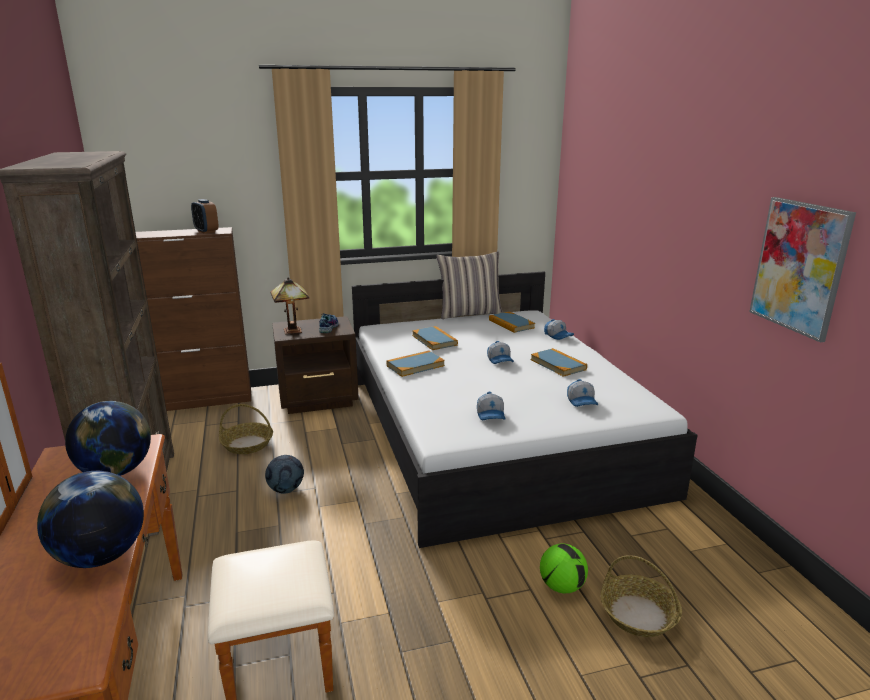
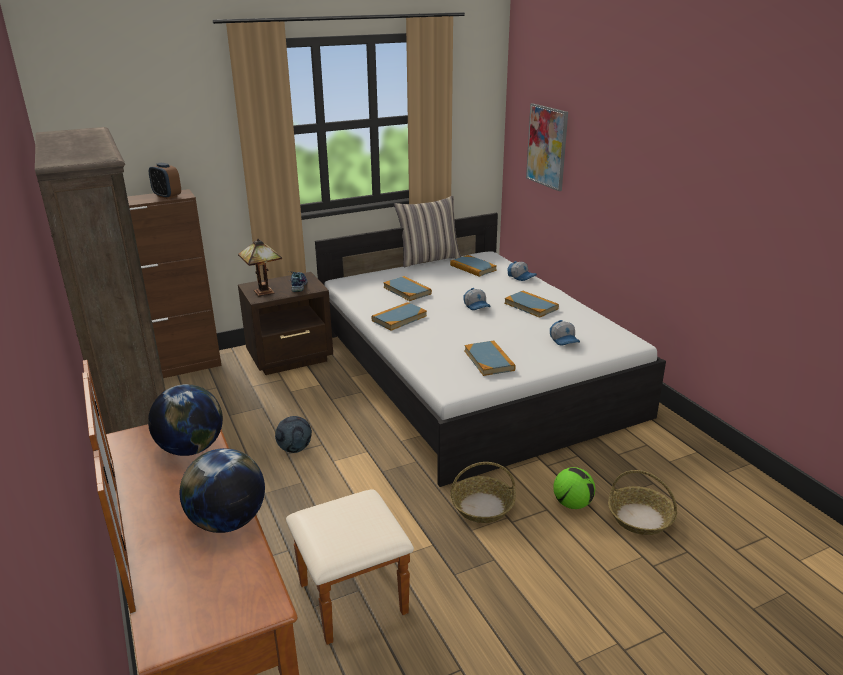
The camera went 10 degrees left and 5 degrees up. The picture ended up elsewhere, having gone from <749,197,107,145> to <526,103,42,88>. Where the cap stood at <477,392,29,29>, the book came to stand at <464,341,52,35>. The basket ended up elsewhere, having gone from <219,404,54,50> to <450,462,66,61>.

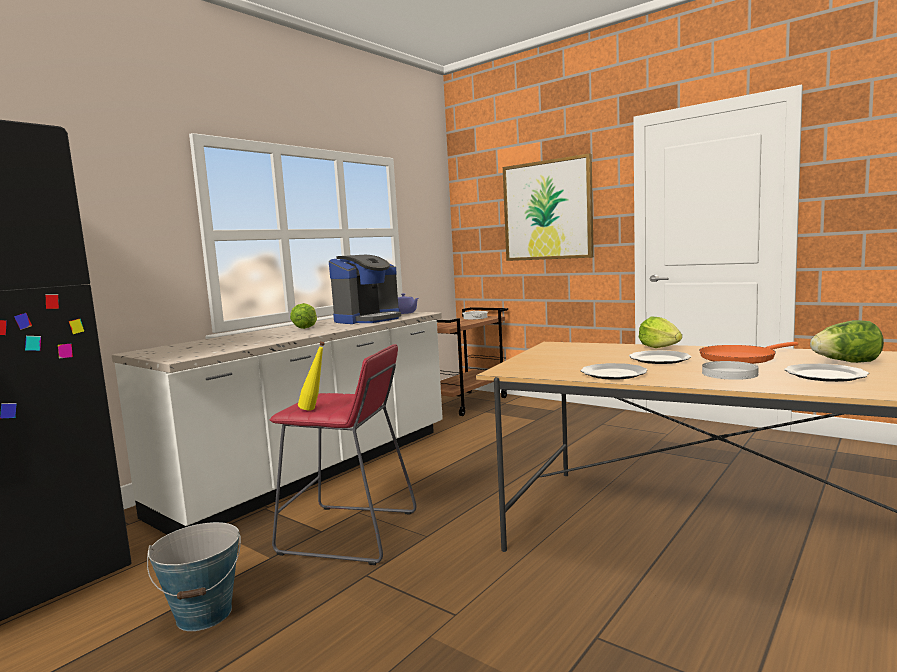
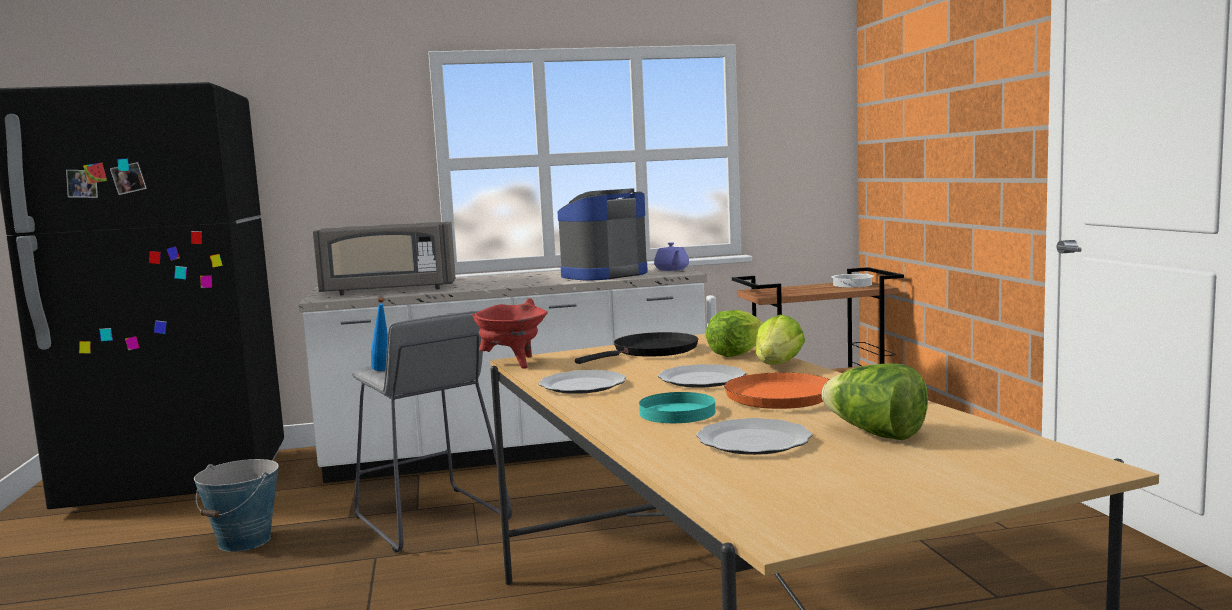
The camera went 40 degrees right and 0 degrees up. The second view lost the picture at <503,153,91,108>. The coffee machine at <329,255,72,69> ended up facing another way, 150 degrees clockwise from before. The lettuce ended up elsewhere, having gone from <290,303,27,26> to <705,310,57,47>. What was the yellow bottle at <298,341,27,69> turned into the blue bottle at <371,298,17,73>. What was the red stool at <270,344,146,221> turned into the grey stool at <352,310,160,242>. What was the white plate at <702,361,57,19> turned into the turquoise plate at <639,392,76,31>. The second view gained the grey microwave at <313,221,143,74>. The second view gained the red cooking pot at <472,298,76,71>. The second view gained the black frying pan at <575,332,123,32>.

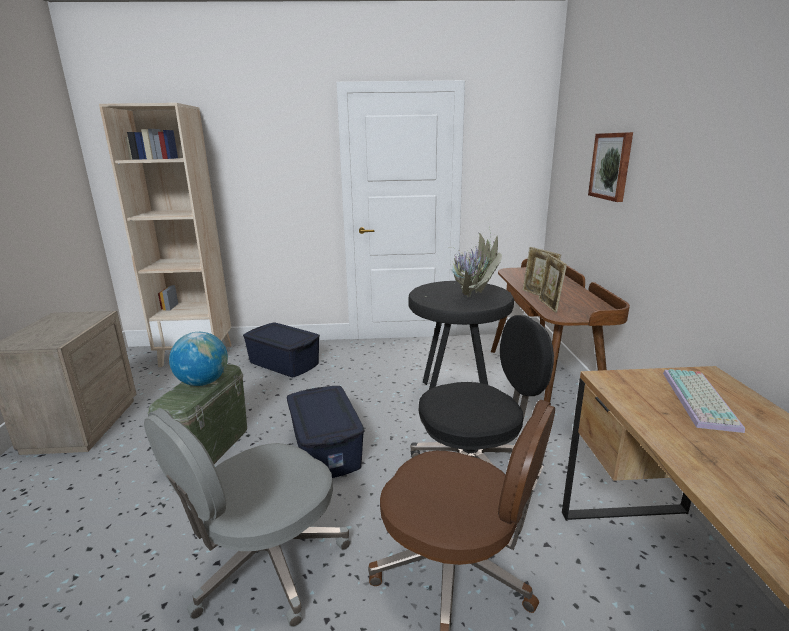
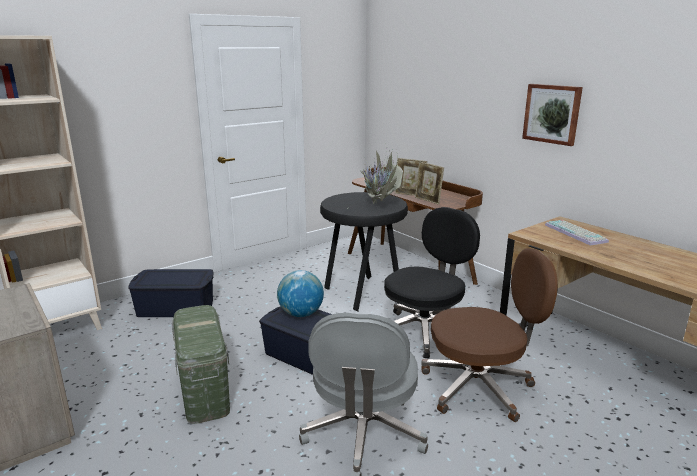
The camera went 35 degrees left and 0 degrees up. The picture ended up elsewhere, having gone from <588,132,45,70> to <522,84,61,62>. The globe ended up elsewhere, having gone from <169,332,59,54> to <277,270,47,47>.

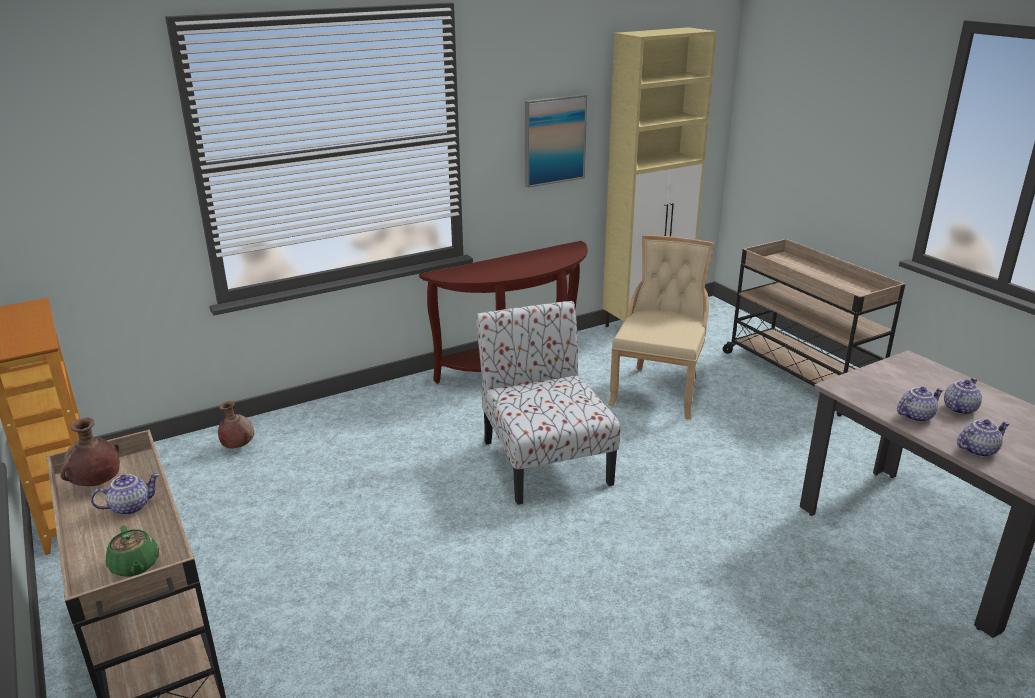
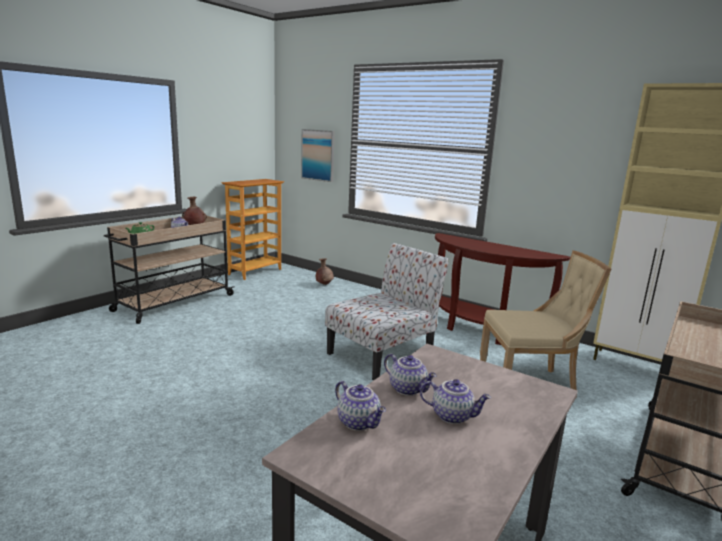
The camera went 65 degrees right and 10 degrees down. The picture ended up elsewhere, having gone from <525,94,62,94> to <301,129,34,53>.

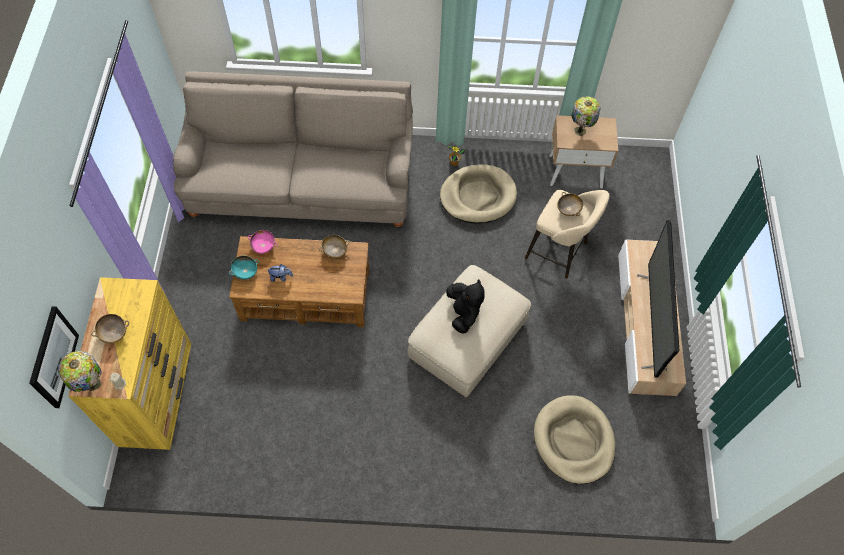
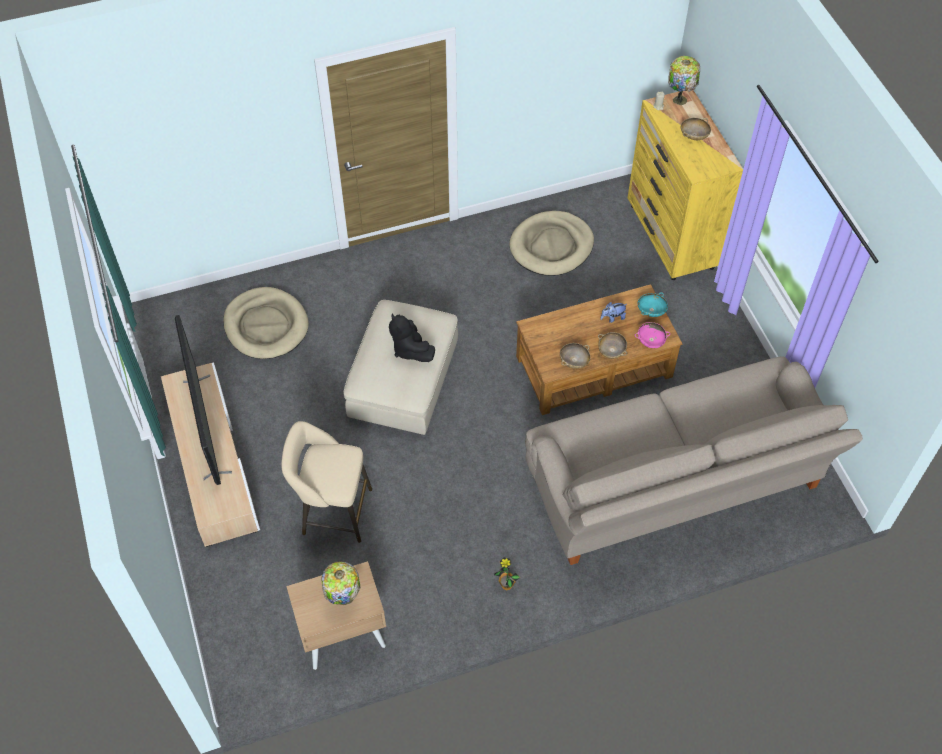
The camera went 160 degrees right and 5 degrees down. The beige dog bed ended up elsewhere, having gone from <440,165,77,59> to <509,211,85,65>. The beige bowl ended up elsewhere, having gone from <558,192,25,24> to <598,332,29,27>. The second view lost the picture at <29,306,50,102>.

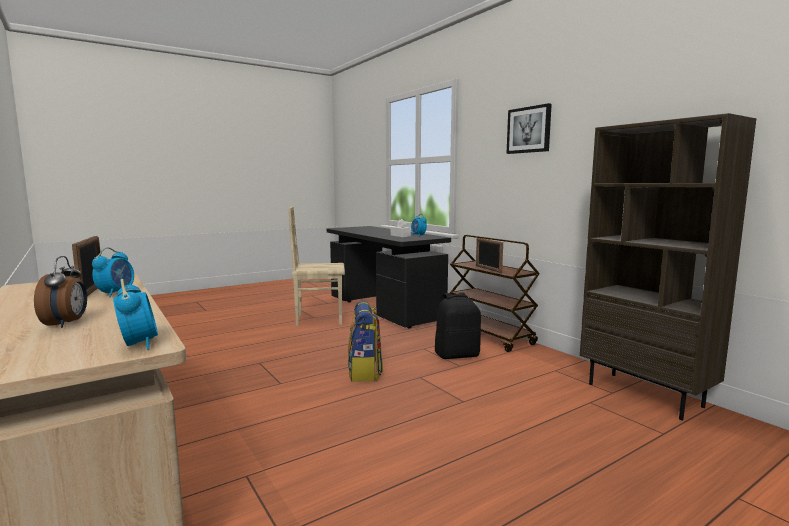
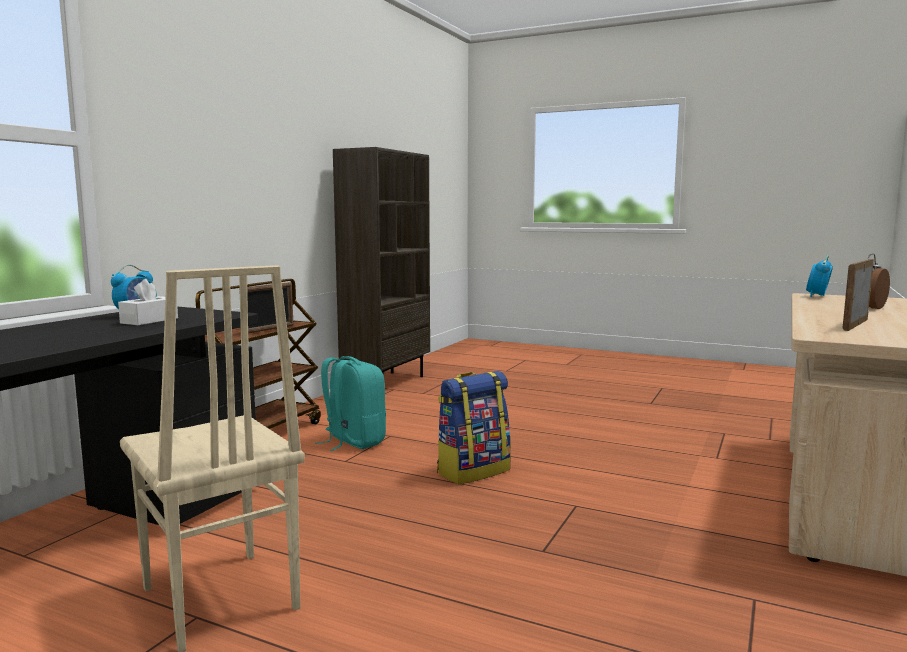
The camera went 120 degrees left and 0 degrees up. The second view lost the picture at <506,103,46,51>. The second view lost the alarm clock at <92,247,42,50>. What was the black backpack at <435,292,46,67> turned into the turquoise backpack at <315,356,71,95>.

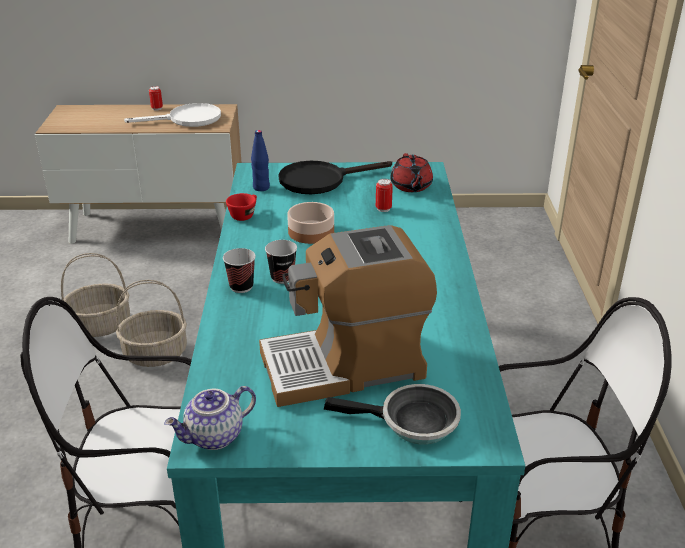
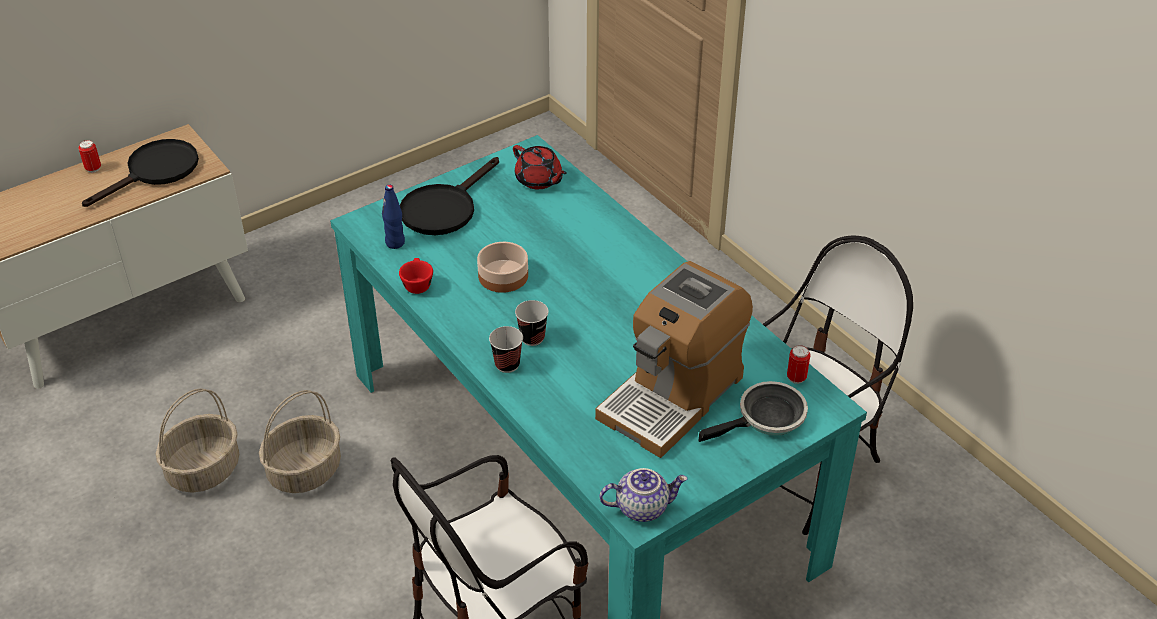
The camera went 35 degrees left and 10 degrees up. What was the white frying pan at <124,103,97,24> turned into the black frying pan at <82,139,117,68>. The can ended up elsewhere, having gone from <376,179,17,33> to <787,345,24,39>. The teapot at <164,386,92,64> ended up facing another way, 120 degrees counterclockwise from before.

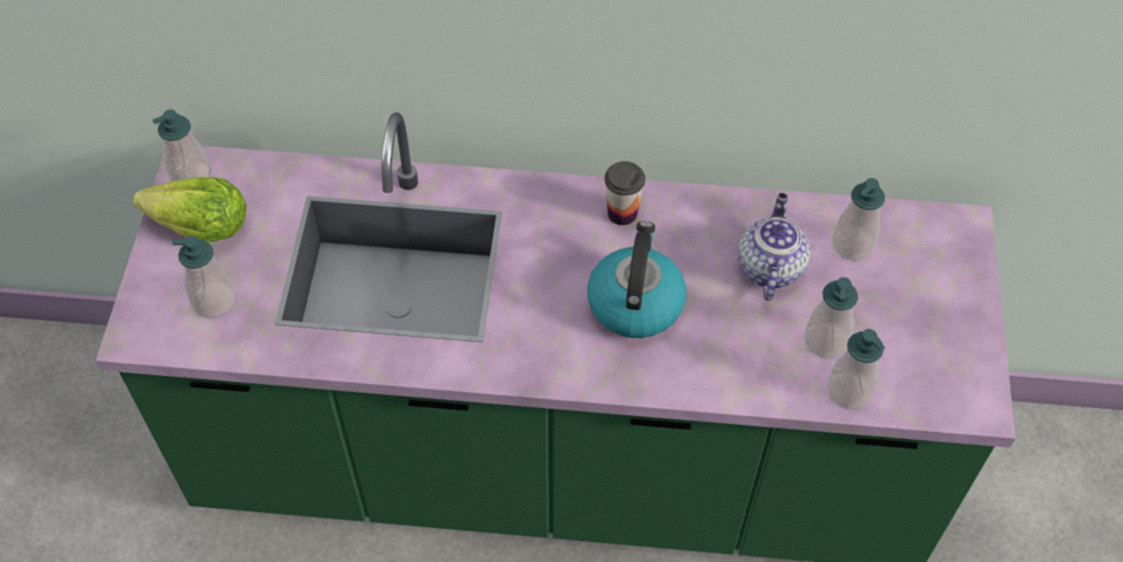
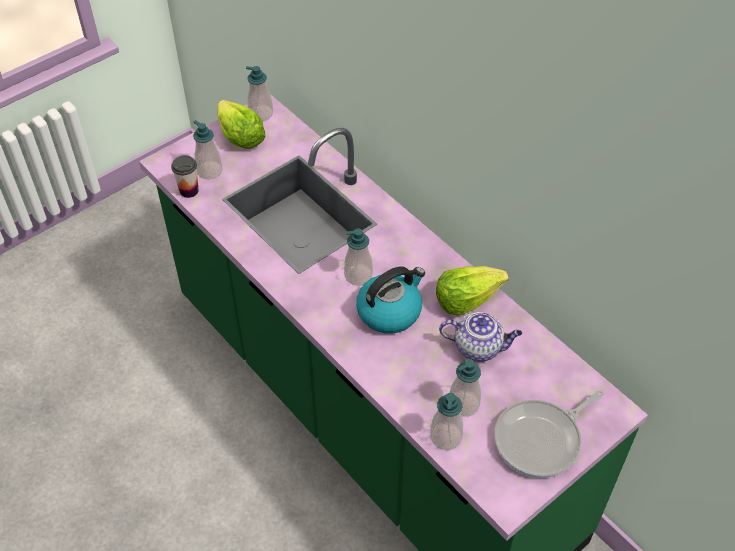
The camera went 45 degrees right and 5 degrees down. The cup ended up elsewhere, having gone from <605,161,40,64> to <171,155,27,43>. The soap dispenser ended up elsewhere, having gone from <833,178,52,83> to <344,228,29,58>. The teapot at <738,193,72,108> ended up facing another way, 45 degrees clockwise from before. The second view gained the lettuce at <436,266,73,50>. The second view gained the frying pan at <494,390,110,88>.

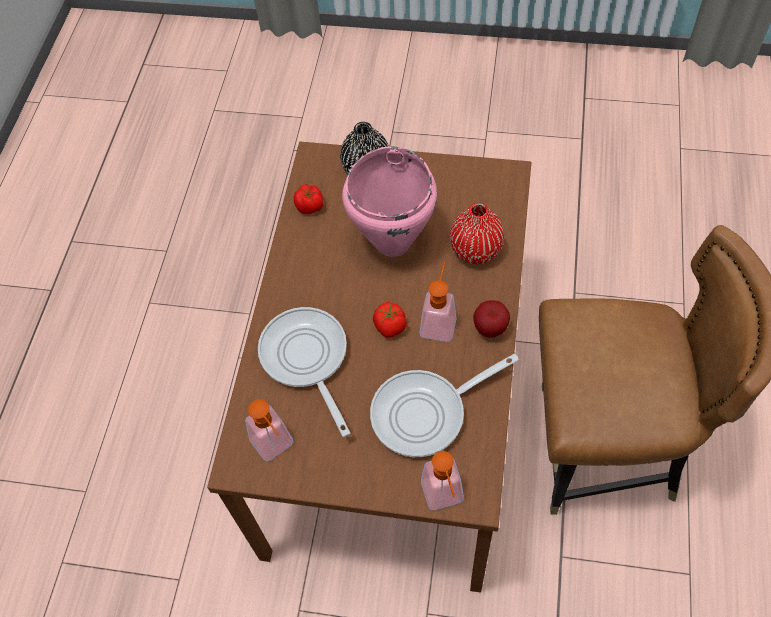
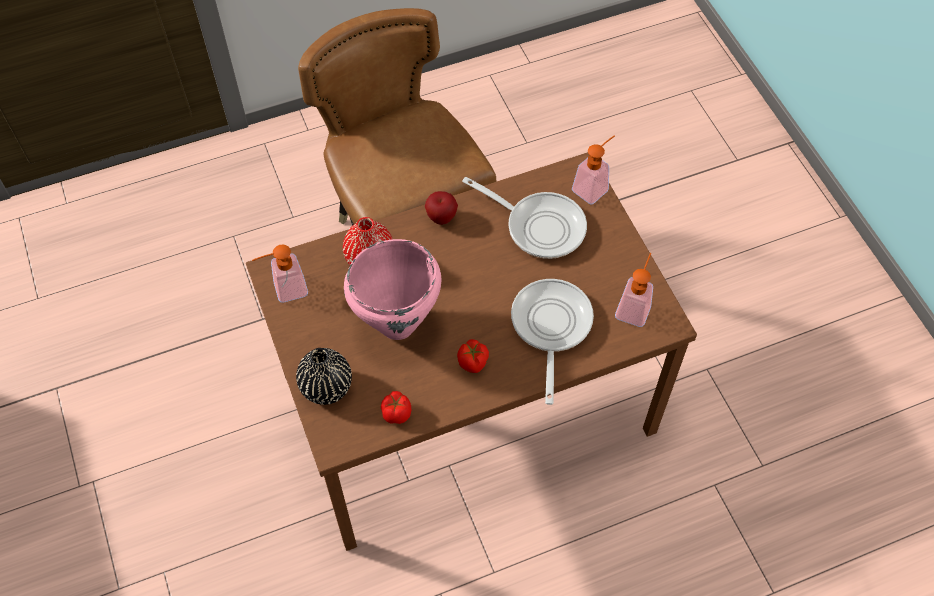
The camera went 125 degrees left and 0 degrees up. The soap dispenser ended up elsewhere, having gone from <420,262,37,80> to <252,245,56,58>. The tomato ended up elsewhere, having gone from <373,302,34,36> to <457,339,32,34>. The frying pan at <258,307,92,130> ended up facing another way, 150 degrees clockwise from before.

